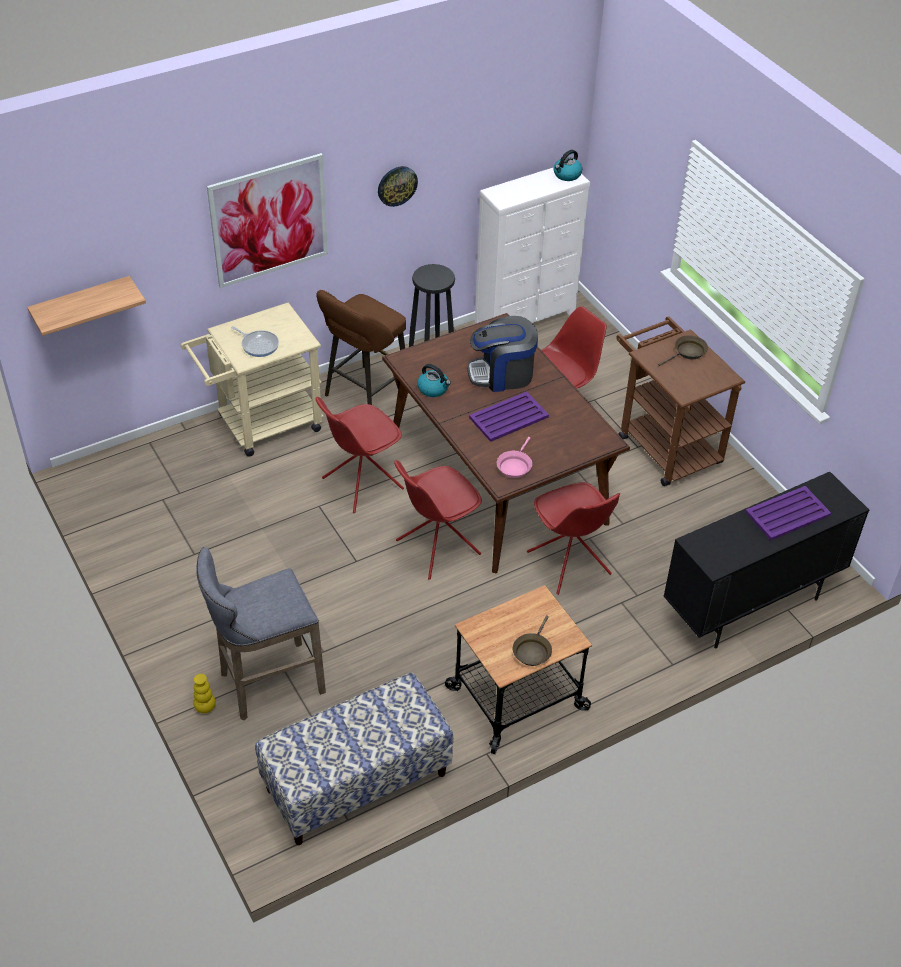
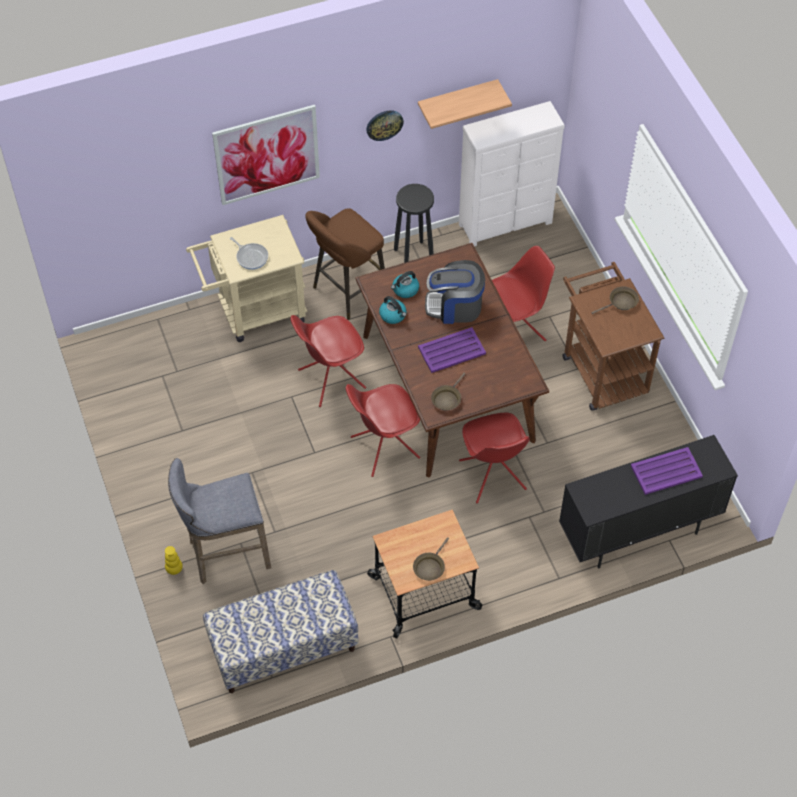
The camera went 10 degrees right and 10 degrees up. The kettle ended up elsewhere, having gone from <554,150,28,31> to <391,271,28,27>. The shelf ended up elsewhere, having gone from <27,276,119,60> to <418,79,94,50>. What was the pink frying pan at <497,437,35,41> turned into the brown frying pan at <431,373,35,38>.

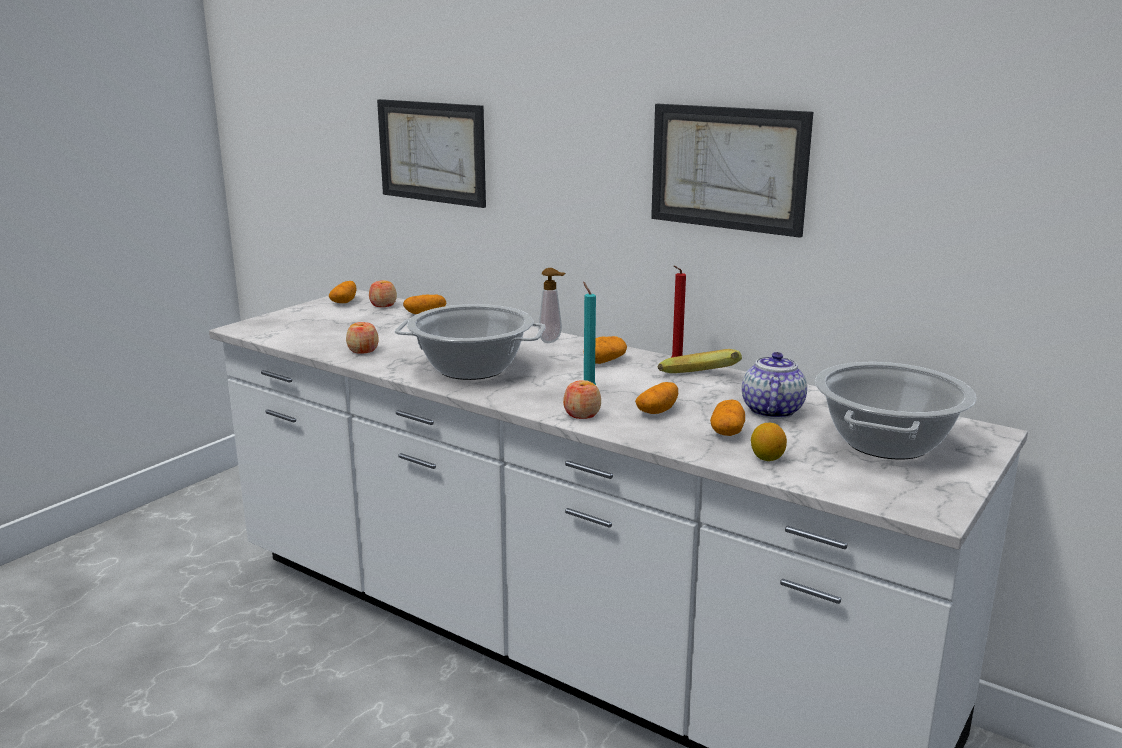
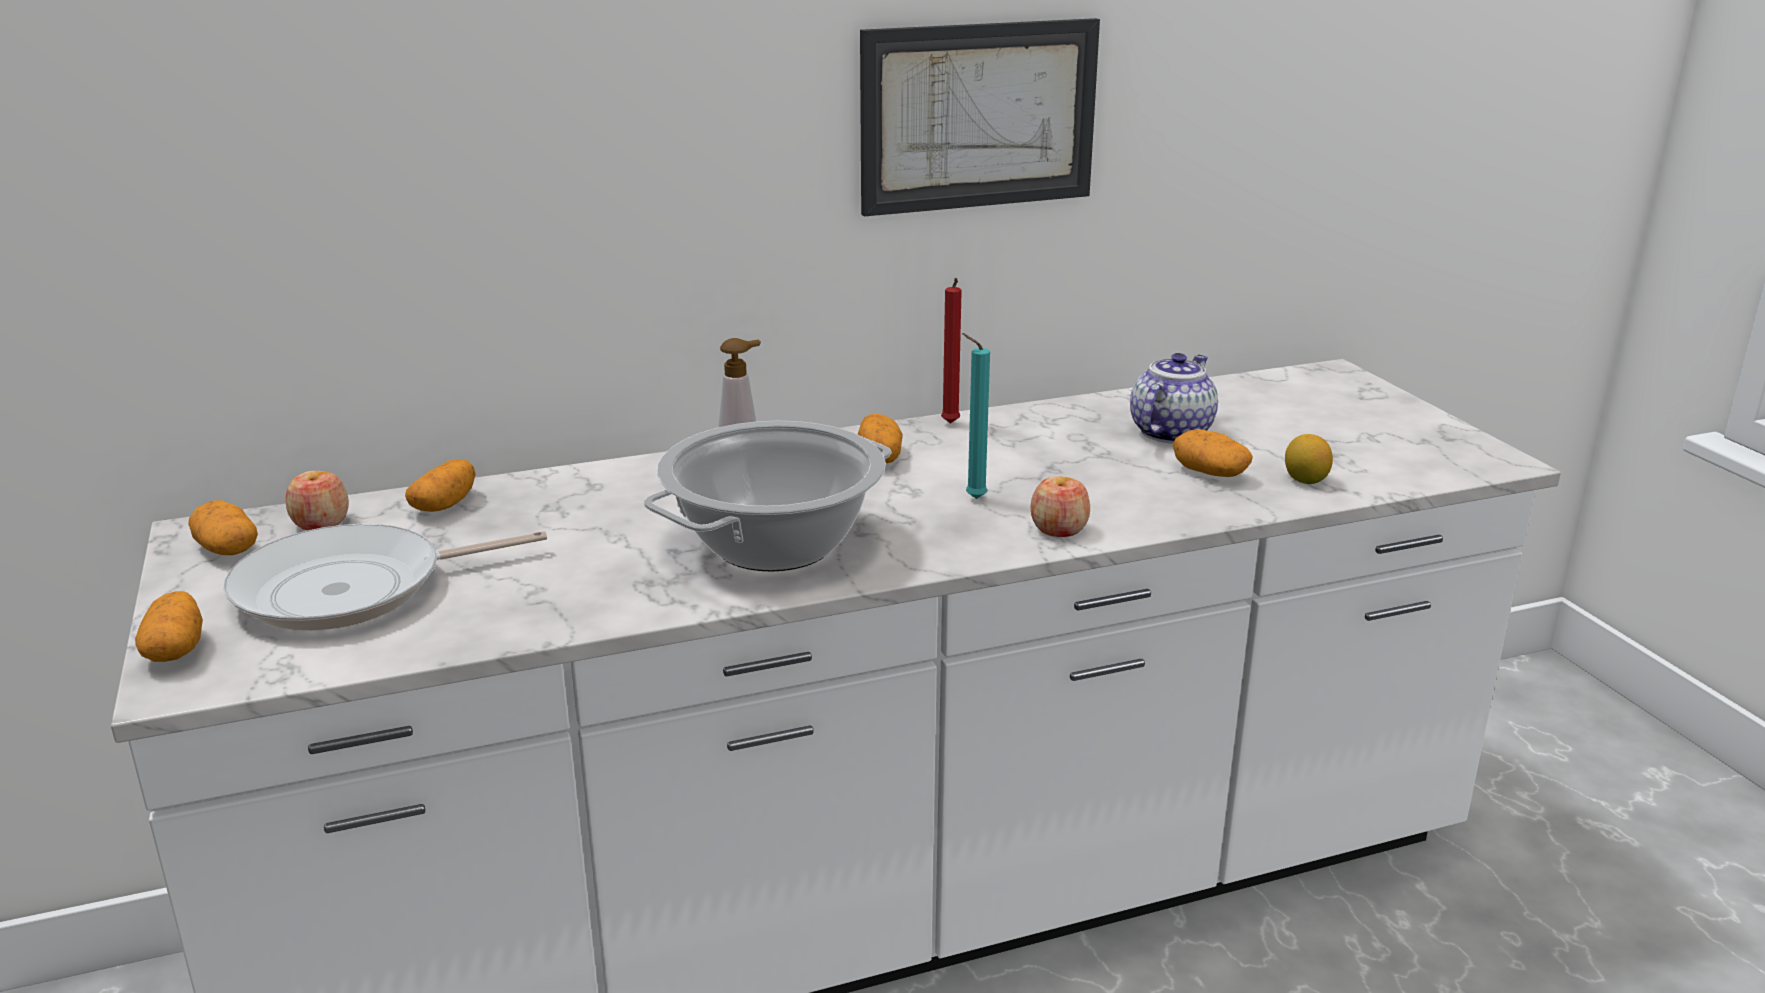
The camera went 55 degrees left and 5 degrees up. The second view lost the picture at <377,99,109,109>. The second view lost the apple at <346,322,33,32>. The second view lost the banana at <658,349,84,24>. The teapot at <742,352,65,67> ended up facing another way, 75 degrees clockwise from before. The second view lost the cooking pot at <815,362,161,98>. The potato ended up elsewhere, having gone from <635,382,43,32> to <135,591,68,71>. The second view gained the frying pan at <223,524,324,107>.

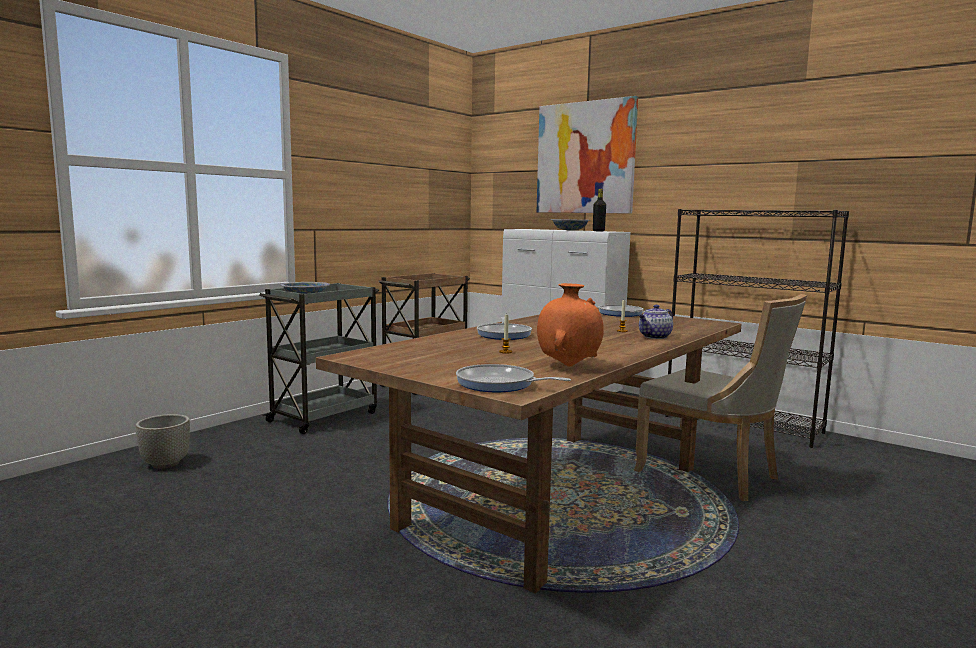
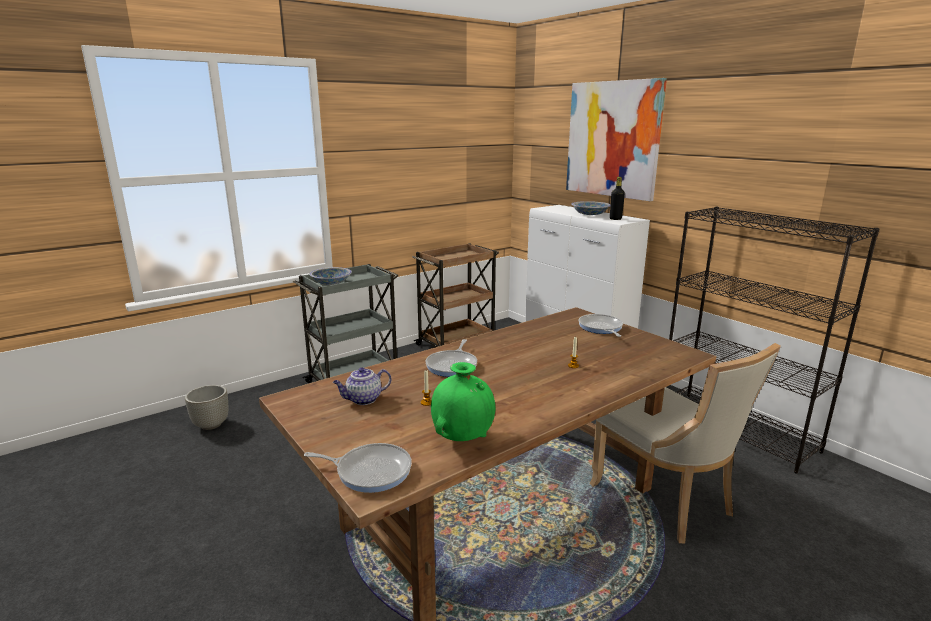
The camera went 15 degrees right and 10 degrees up. What was the orange vase at <537,283,67,84> turned into the green vase at <431,362,64,79>. The teapot ended up elsewhere, having gone from <639,305,34,34> to <333,367,58,38>. The frying pan at <456,364,115,28> ended up facing another way, 150 degrees clockwise from before.

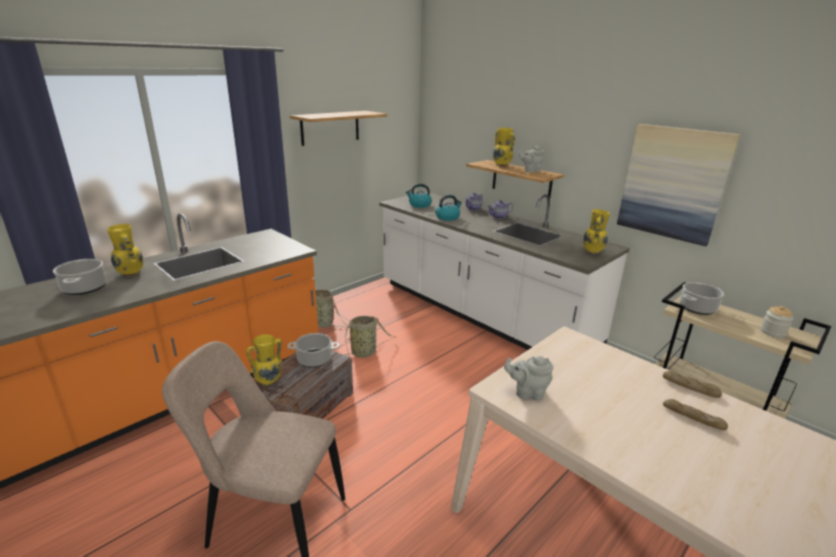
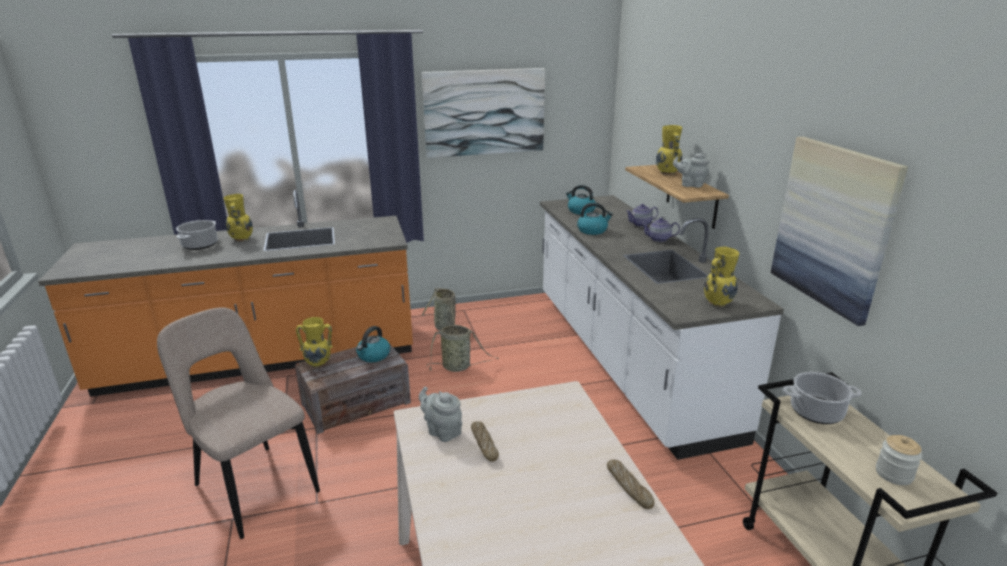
The camera went 30 degrees right and 0 degrees up. Where the shelf hung at <290,111,97,35>, the picture came to hang at <422,68,123,90>. Where the cooking pot stood at <287,333,52,35>, the kettle came to stand at <356,326,34,36>. The bread ended up elsewhere, having gone from <663,399,65,31> to <471,421,28,41>.

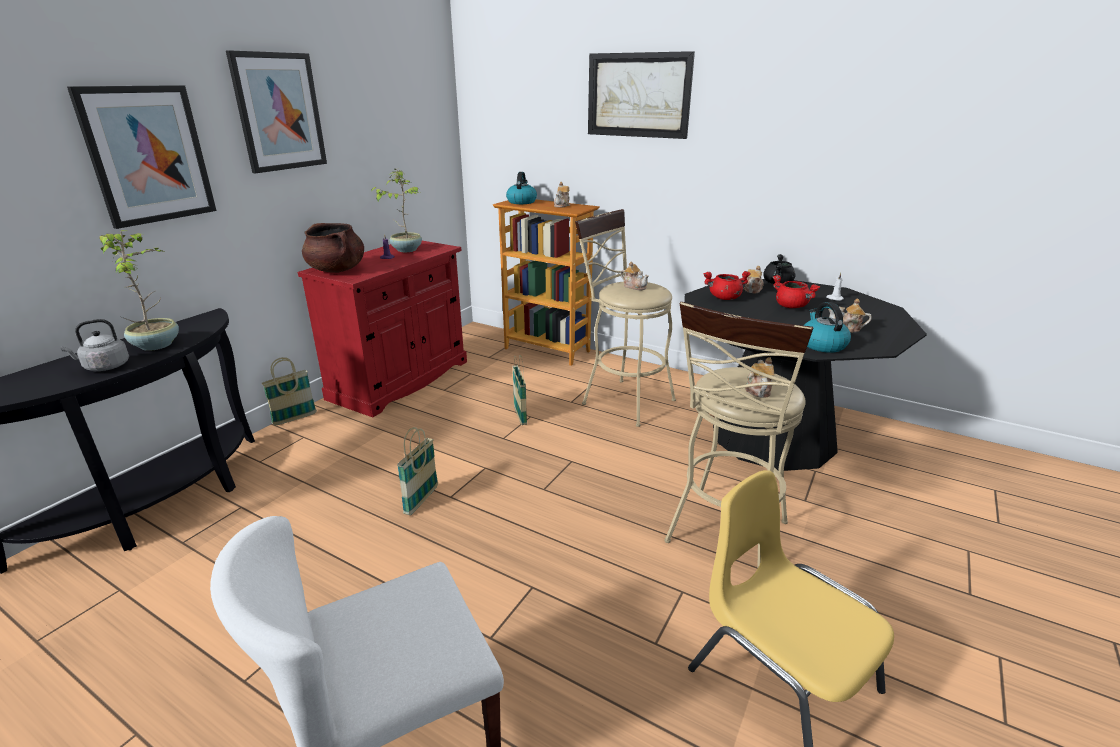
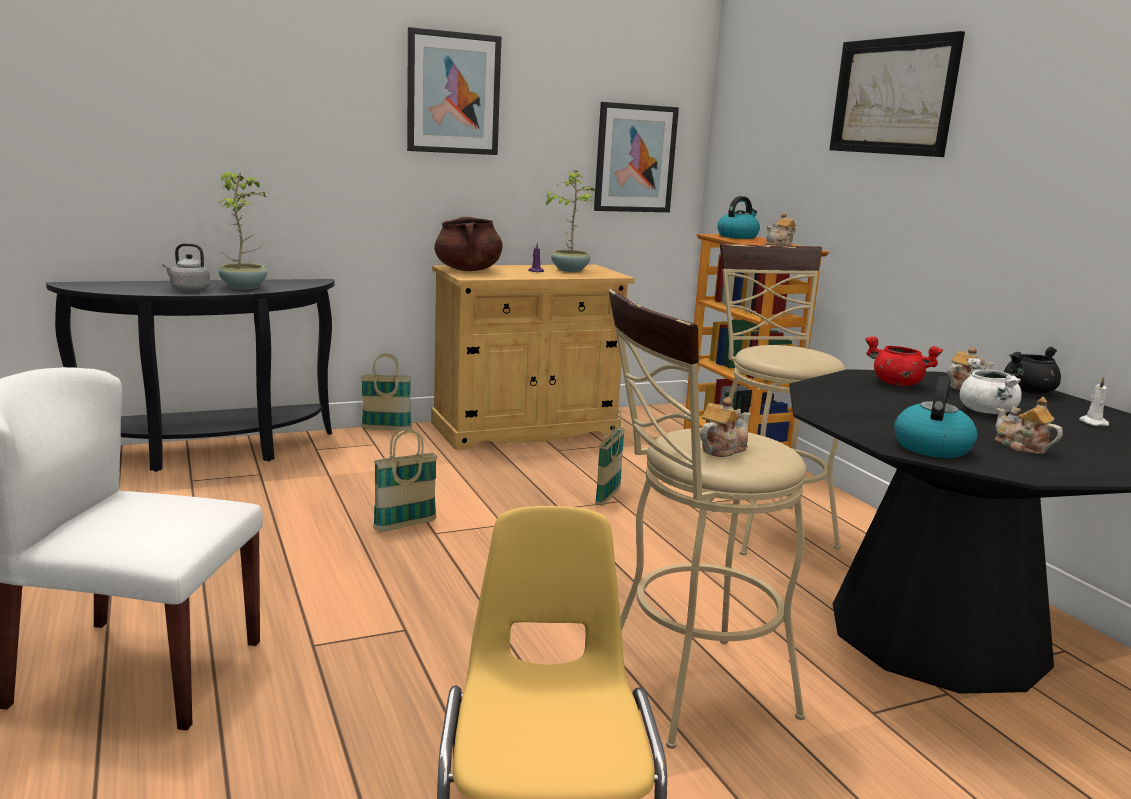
The camera went 35 degrees right and 10 degrees down. The picture ended up elsewhere, having gone from <67,85,150,144> to <594,102,85,110>. What was the red cabinet at <298,241,169,176> turned into the beige cabinet at <431,265,204,185>. The second view lost the teapot at <620,261,29,29>. What was the red cooking pot at <773,275,48,33> turned into the white cooking pot at <960,358,62,56>.

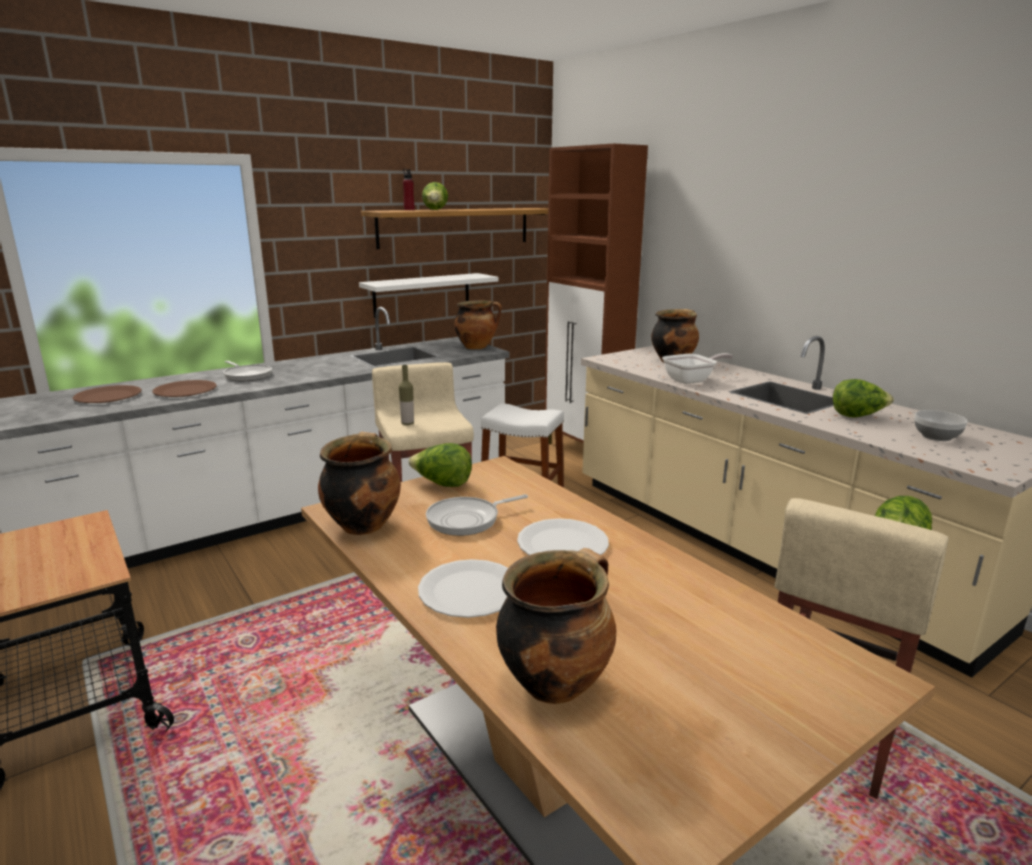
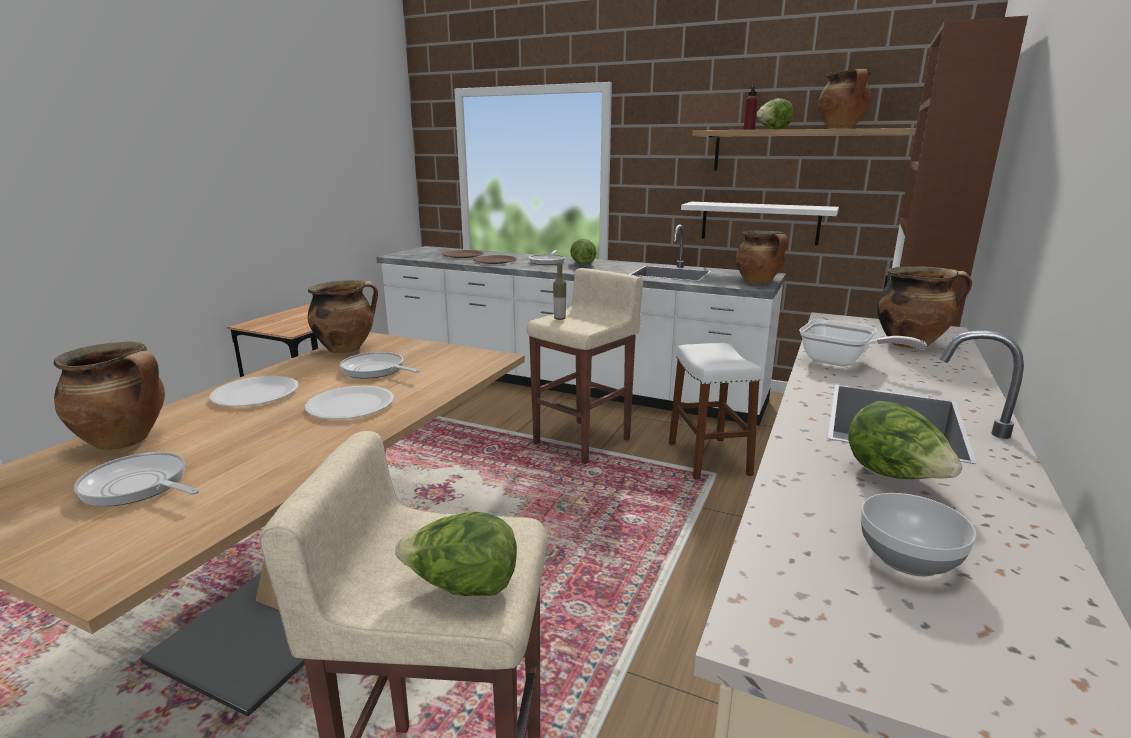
The camera went 60 degrees right and 0 degrees up. The lettuce ended up elsewhere, having gone from <408,443,64,44> to <570,239,26,26>. The second view gained the cooking pot at <818,69,53,60>. The second view gained the frying pan at <74,452,126,54>.

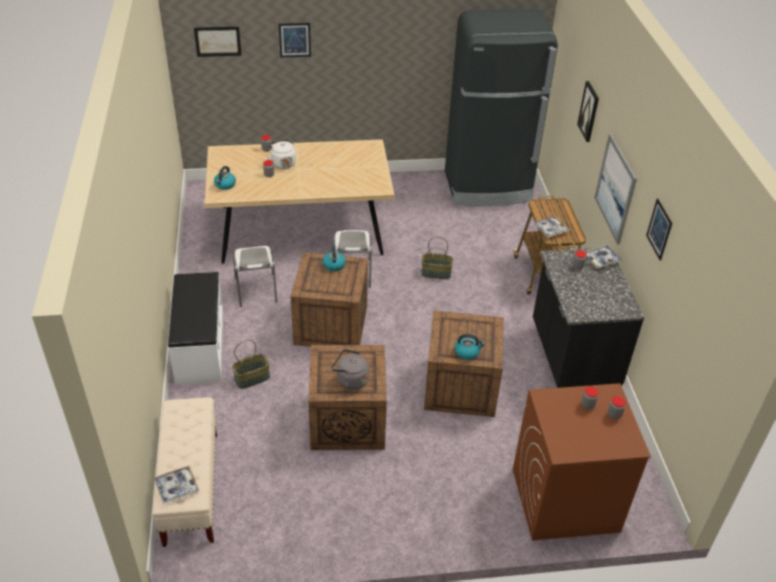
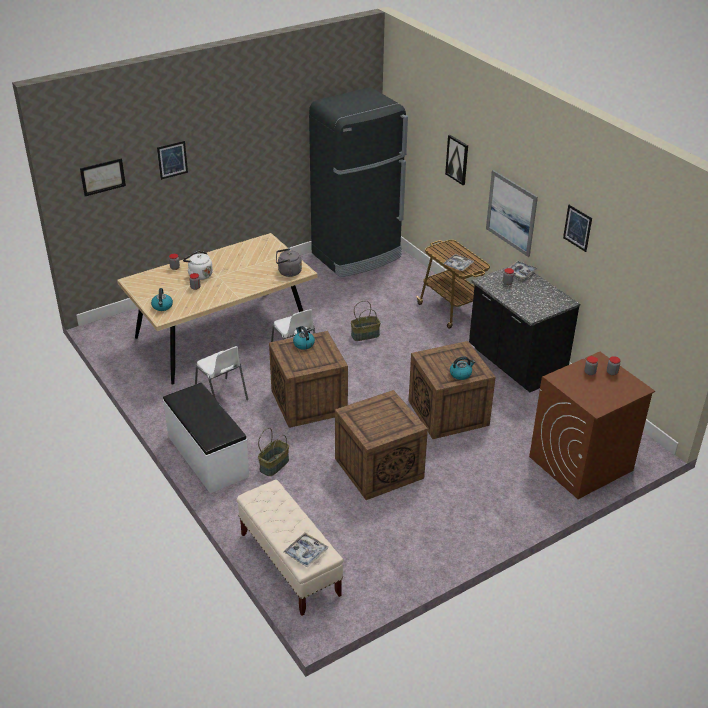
The camera went 25 degrees left and 5 degrees down. The grey kettle ended up elsewhere, having gone from <331,349,38,41> to <276,248,26,29>.

